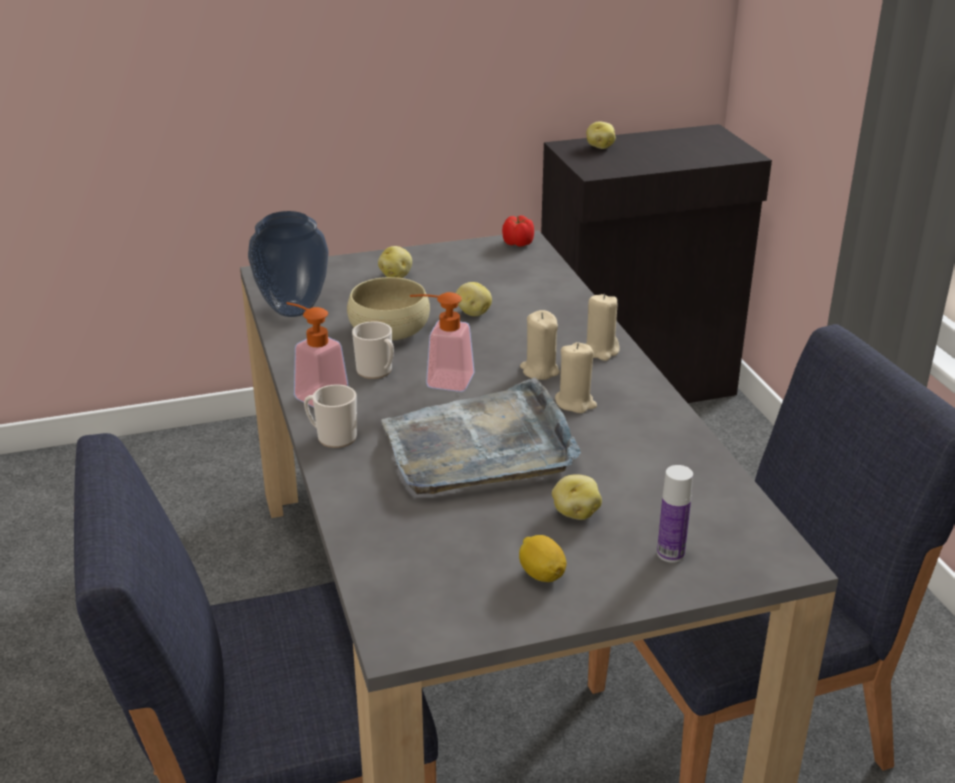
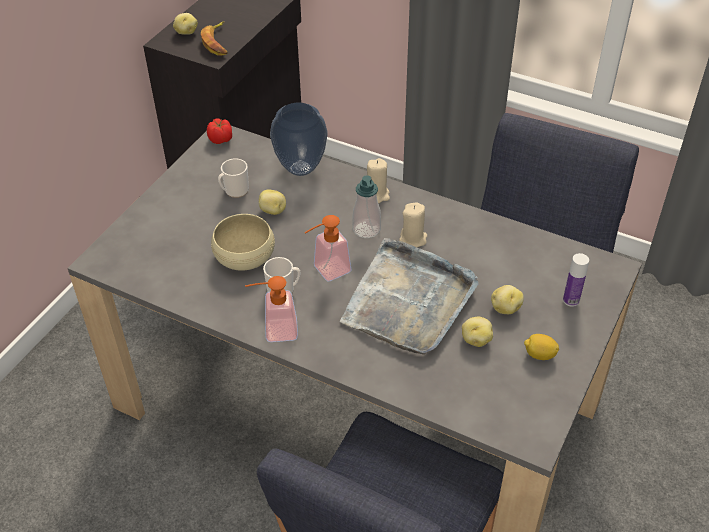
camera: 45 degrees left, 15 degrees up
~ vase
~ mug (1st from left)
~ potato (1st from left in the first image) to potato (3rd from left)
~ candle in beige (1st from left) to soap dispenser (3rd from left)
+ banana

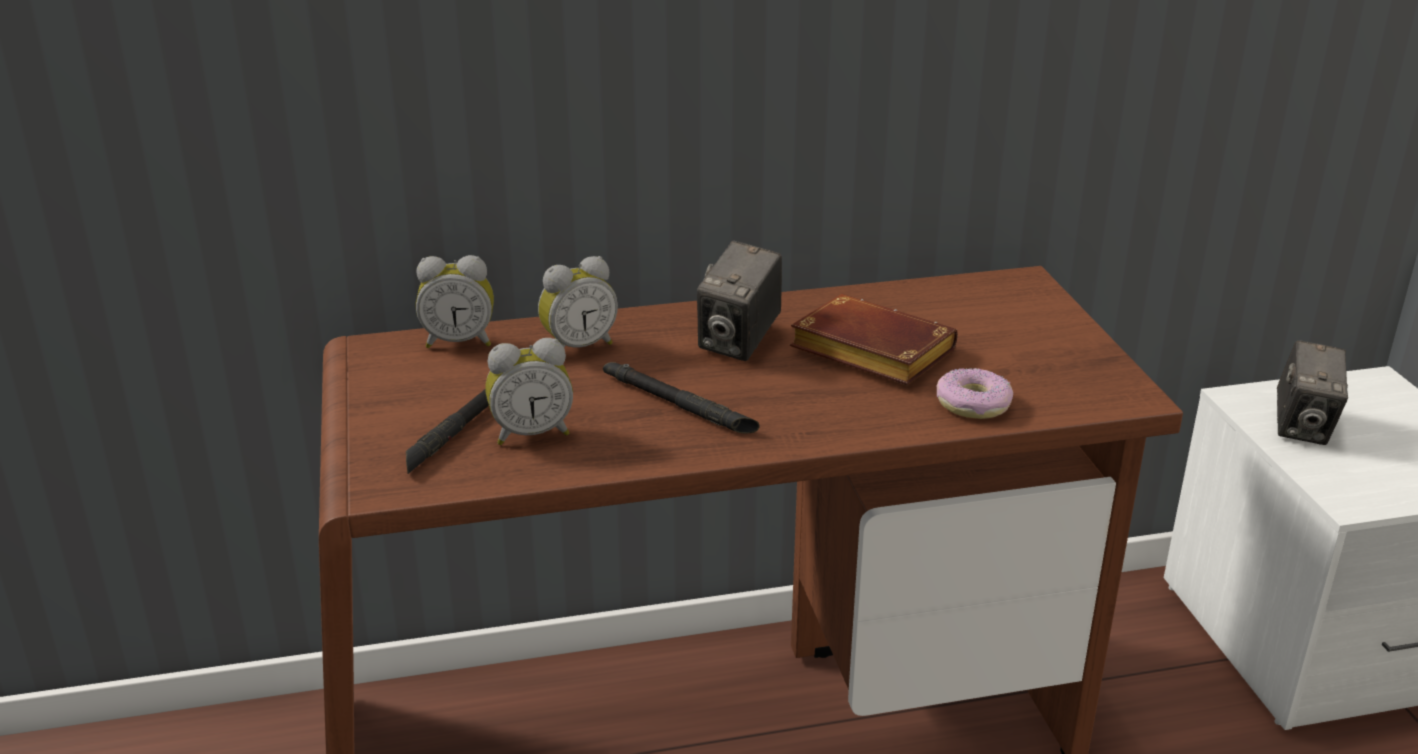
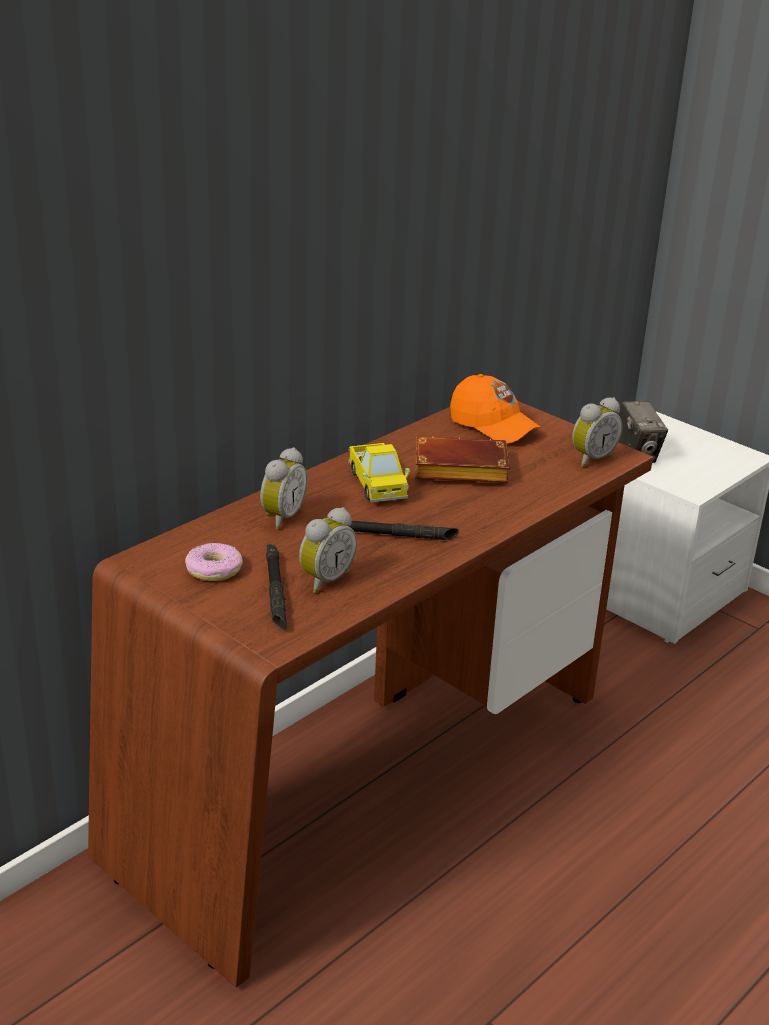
camera: 35 degrees left, 0 degrees up
~ alarm clock (1st from left in the first image) to alarm clock (3rd from left)
~ photo camera (1st from left) to toy truck
~ donut
+ cap in orange

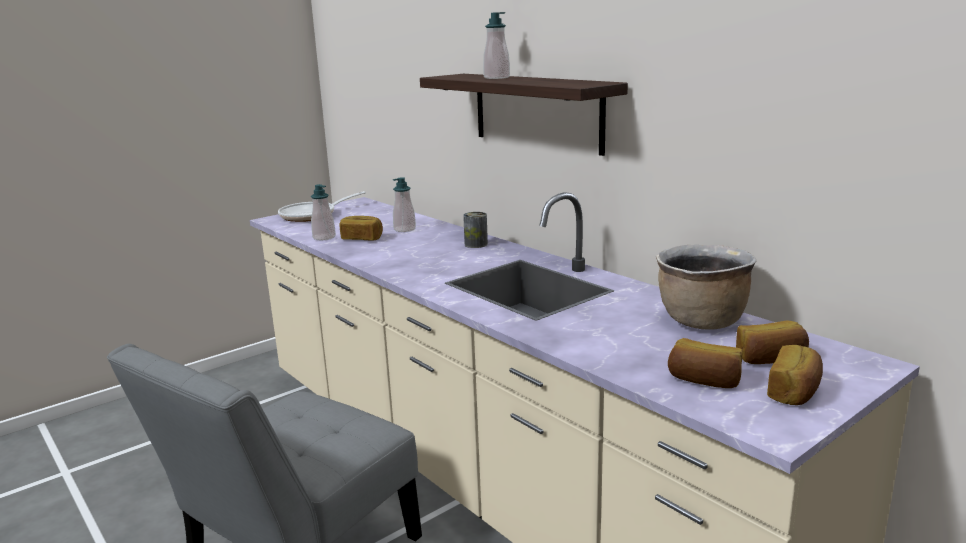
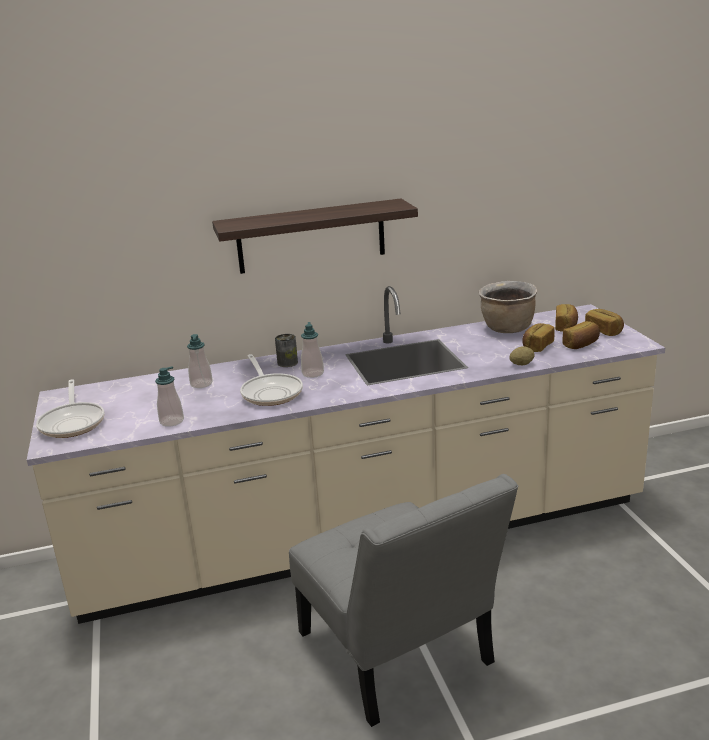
camera: 65 degrees left, 5 degrees up
~ bread (1st from left)
~ soap dispenser (3rd from left)
+ frying pan (2nd from left)
+ potato

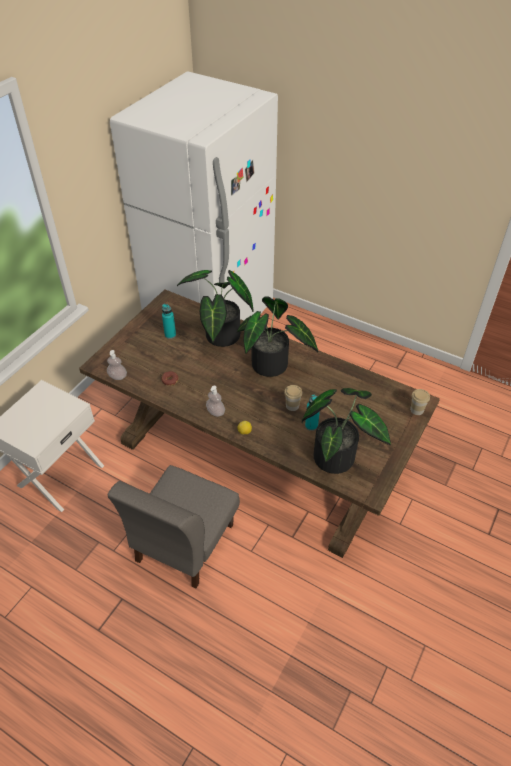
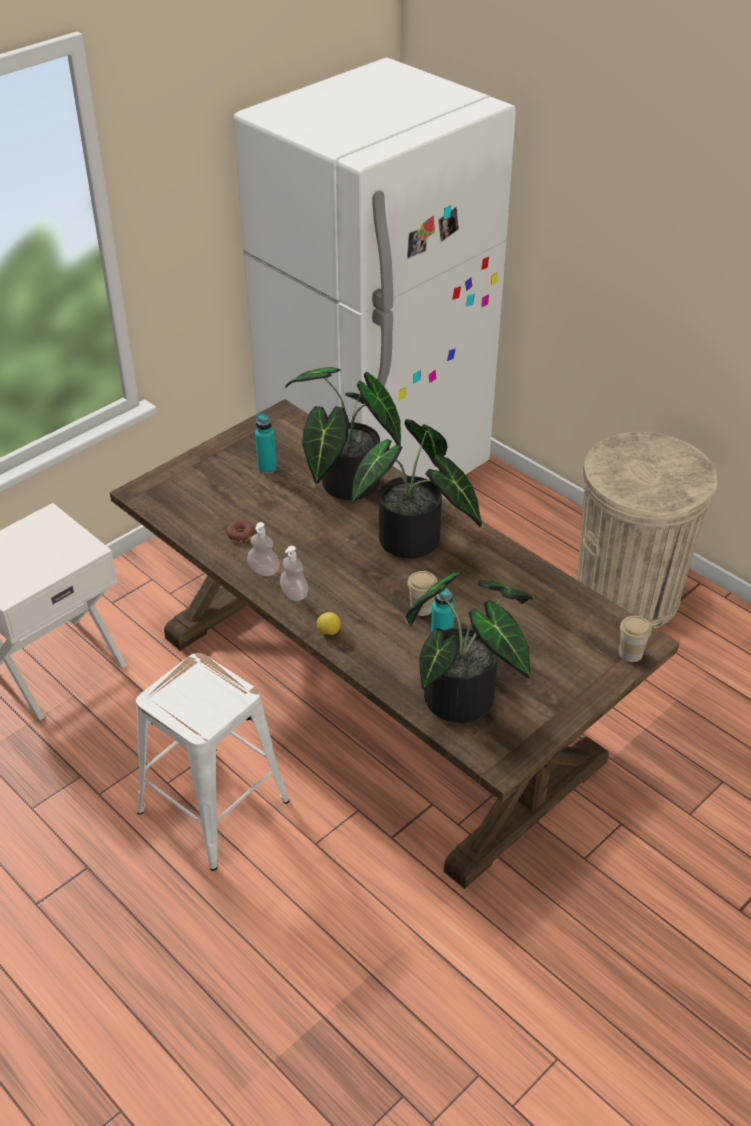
camera: 15 degrees right, 5 degrees down
~ soap dispenser (1st from left)
~ chair in grey to stool in white
+ trash can in beige

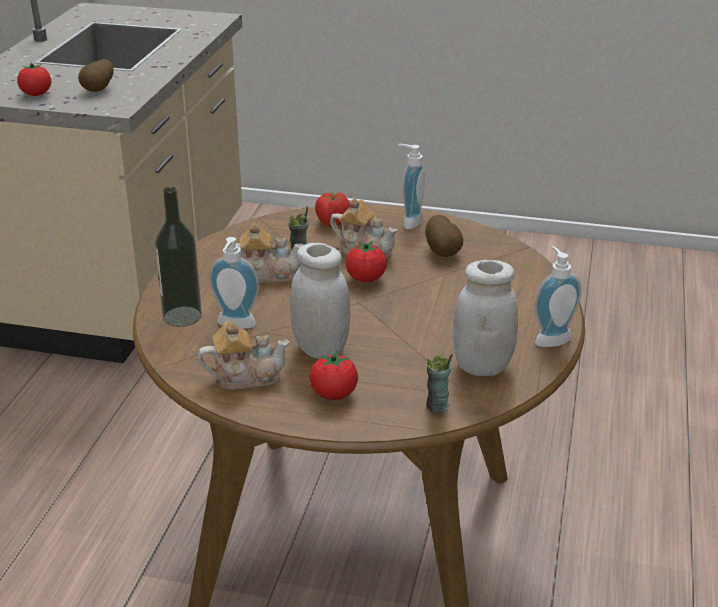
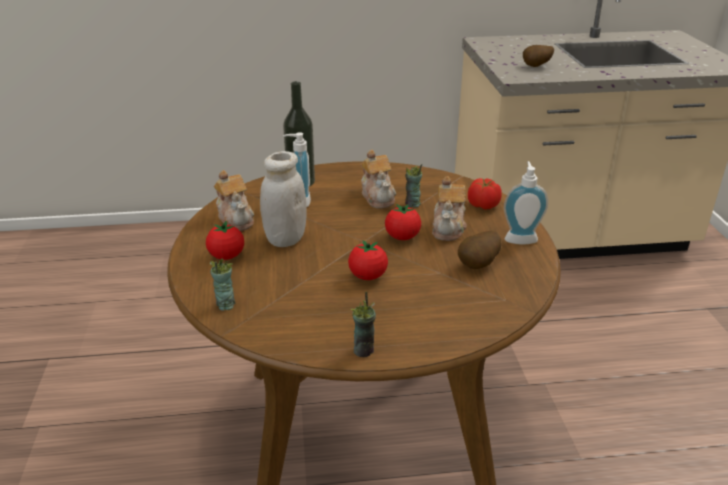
camera: 70 degrees right, 0 degrees up
~ tomato (1st from left in the first image) to tomato (2nd from left)
- jar in white (2nd from left)
~ soap dispenser (3rd from left) to cup (2nd from left)

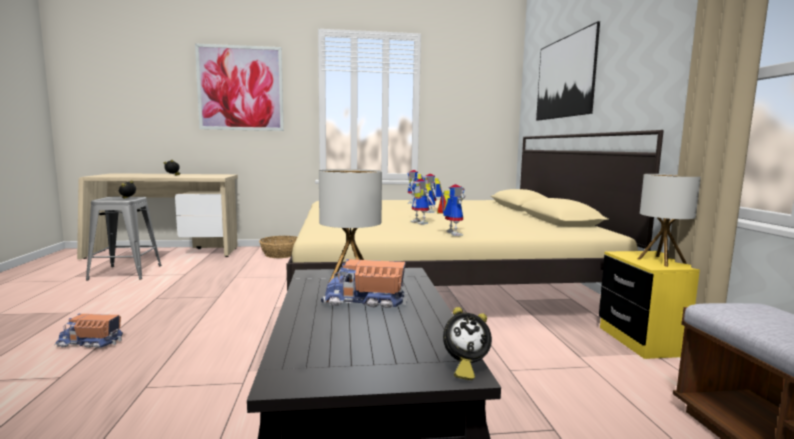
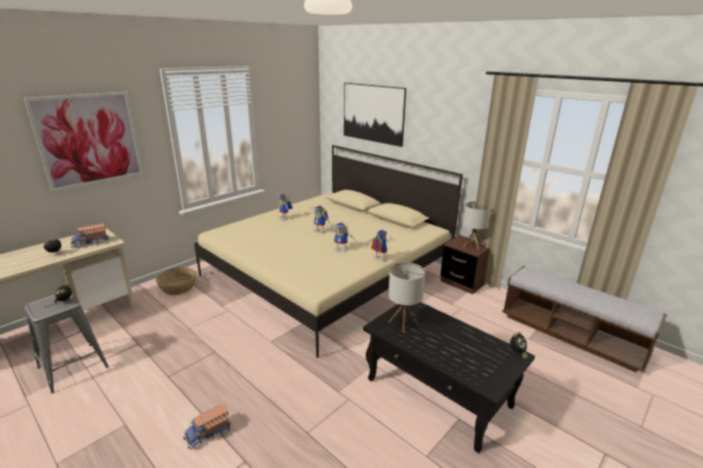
camera: 40 degrees left, 15 degrees up
~ toy truck (2nd from left in the first image) to toy truck (1st from left)
~ nightstand in yellow to nightstand in brown

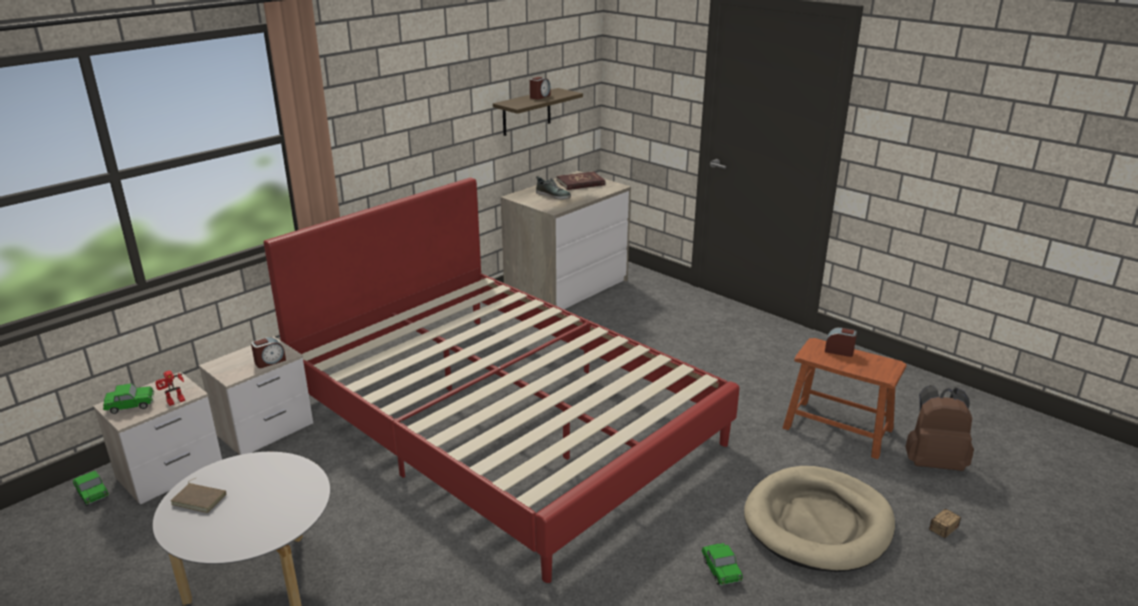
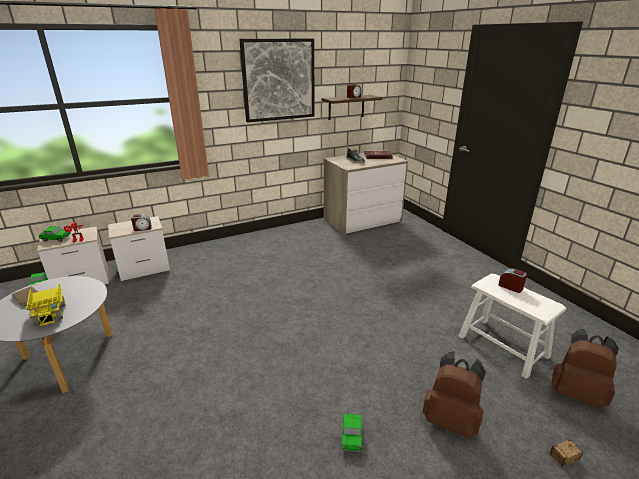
camera: 20 degrees right, 0 degrees up
- bed in red
~ dog bed in beige to backpack in brown (1st from left)
~ stool in brown to stool in white
+ toy truck
+ picture

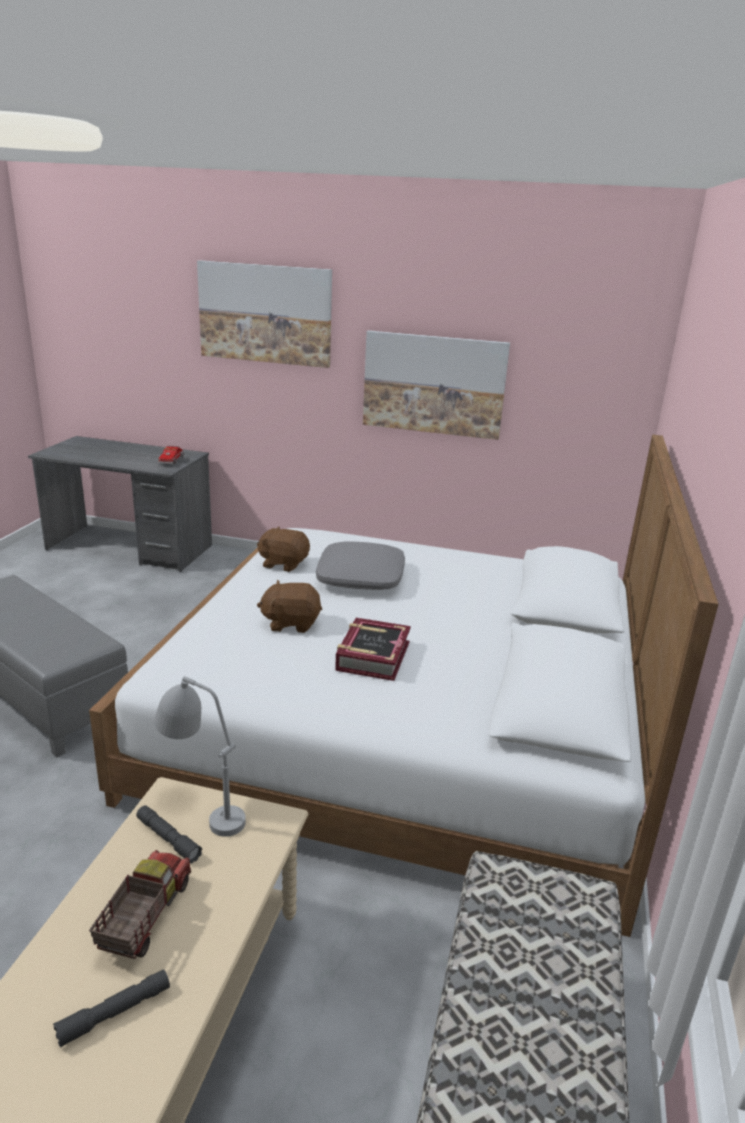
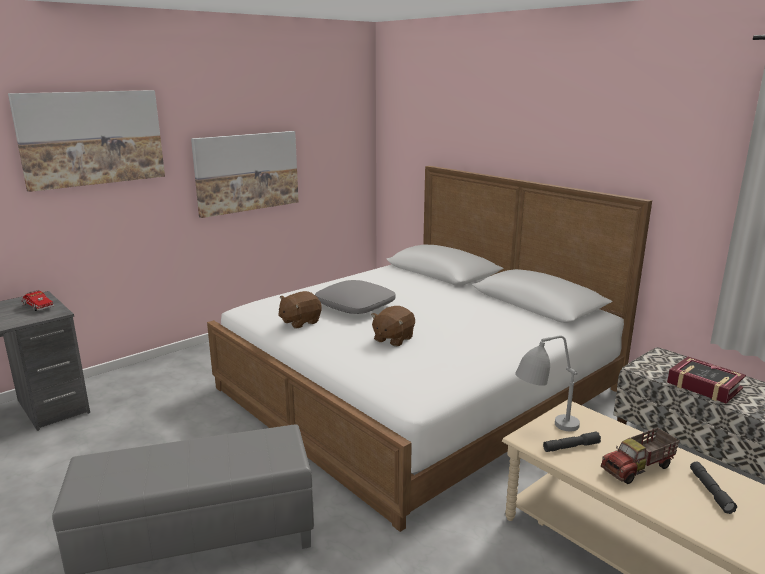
camera: 55 degrees left, 5 degrees down
~ toy truck (1st from left in the first image) 75 degrees counterclockwise
~ book

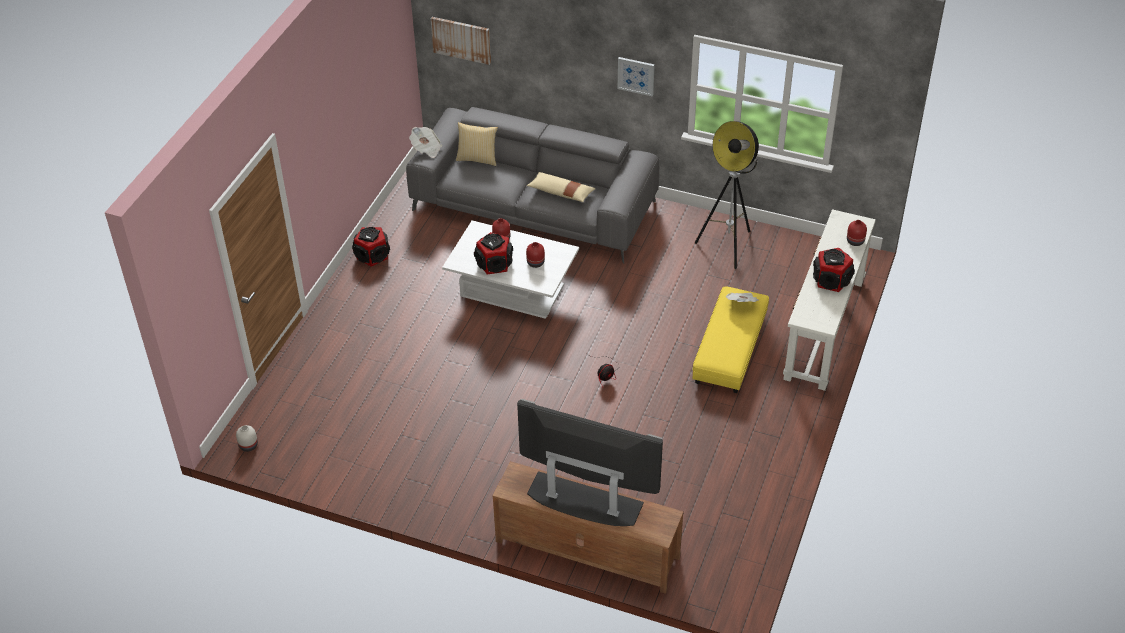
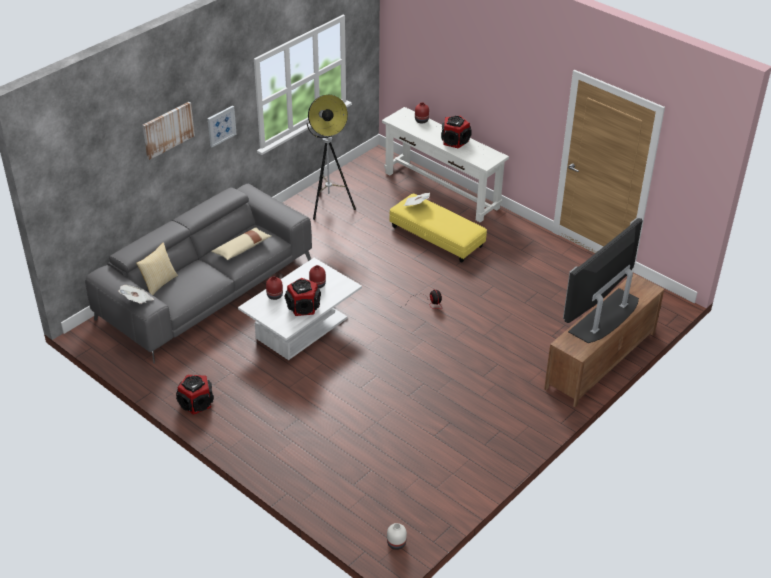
camera: 70 degrees left, 5 degrees down
~ picture (1st from left)

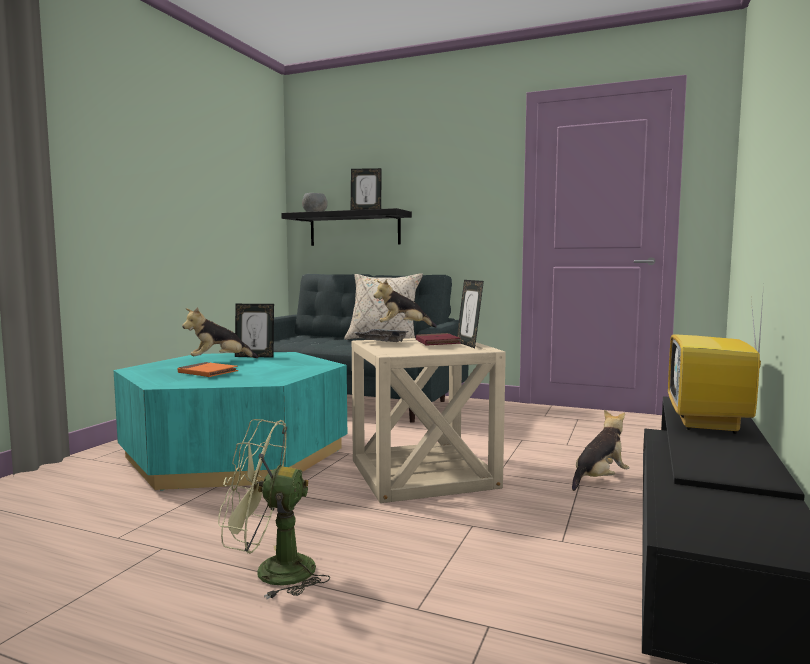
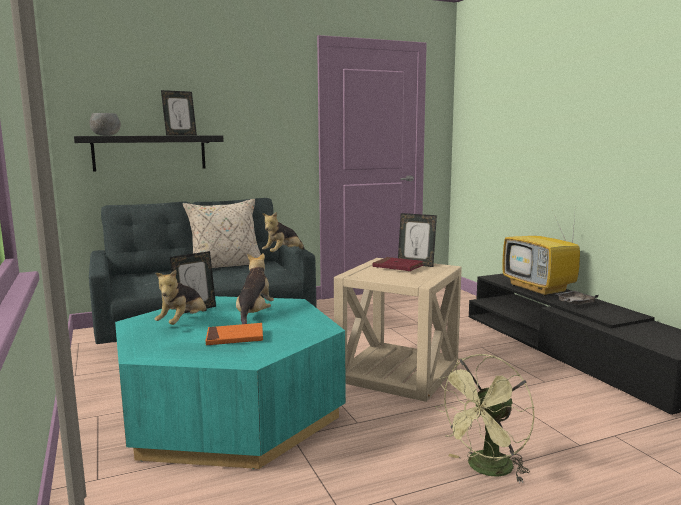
camera: 45 degrees left, 5 degrees up
~ tray in grey
~ plush toy (3rd from left in the first image) to plush toy (2nd from left)

